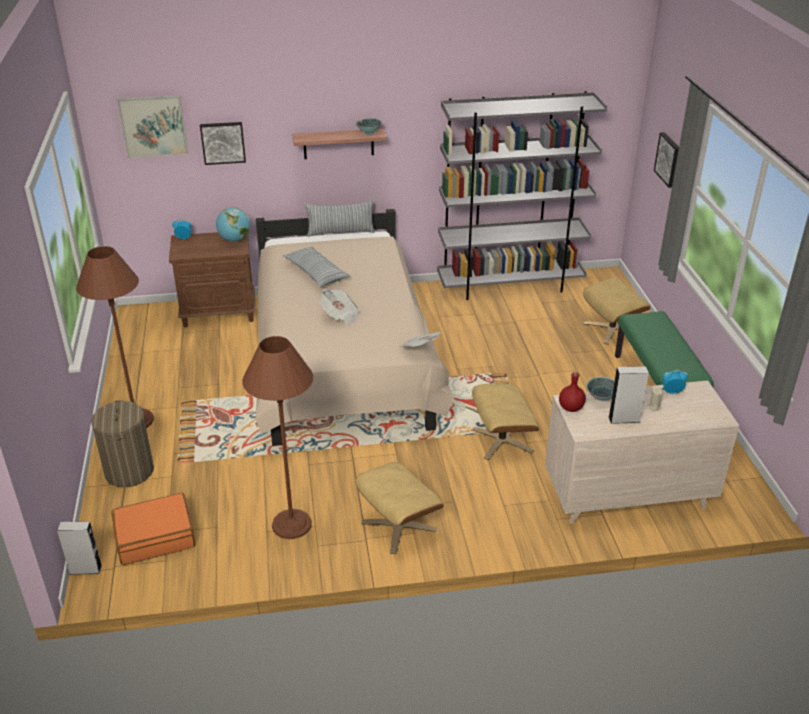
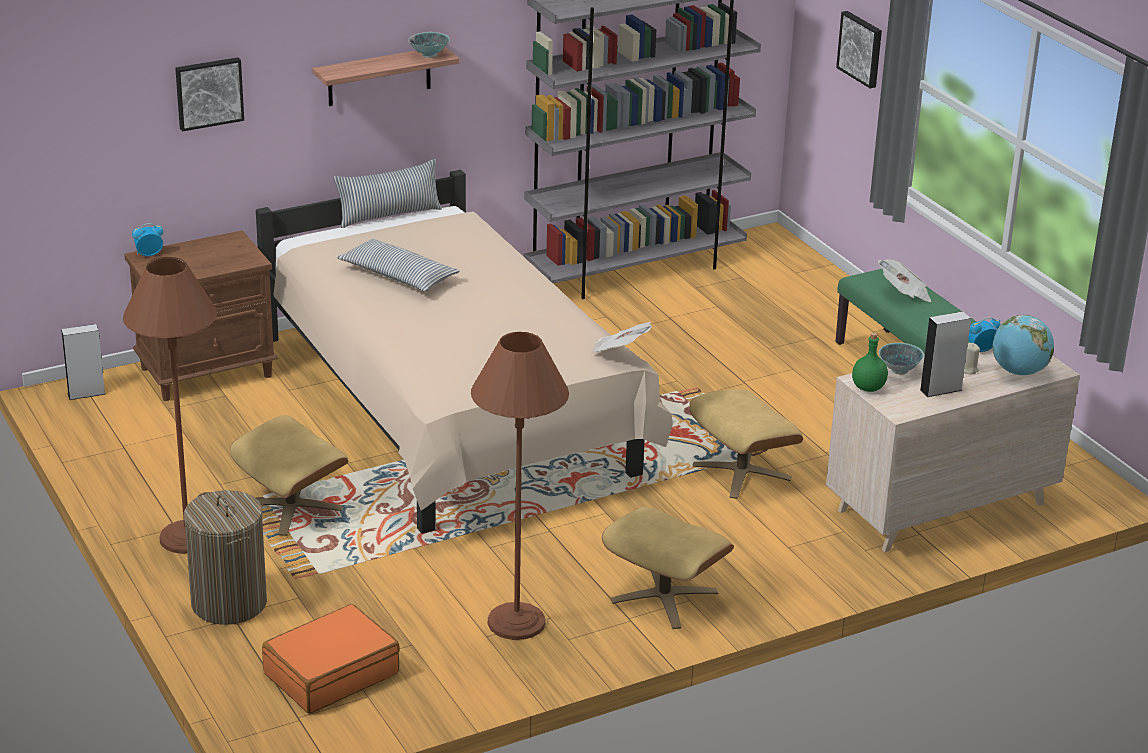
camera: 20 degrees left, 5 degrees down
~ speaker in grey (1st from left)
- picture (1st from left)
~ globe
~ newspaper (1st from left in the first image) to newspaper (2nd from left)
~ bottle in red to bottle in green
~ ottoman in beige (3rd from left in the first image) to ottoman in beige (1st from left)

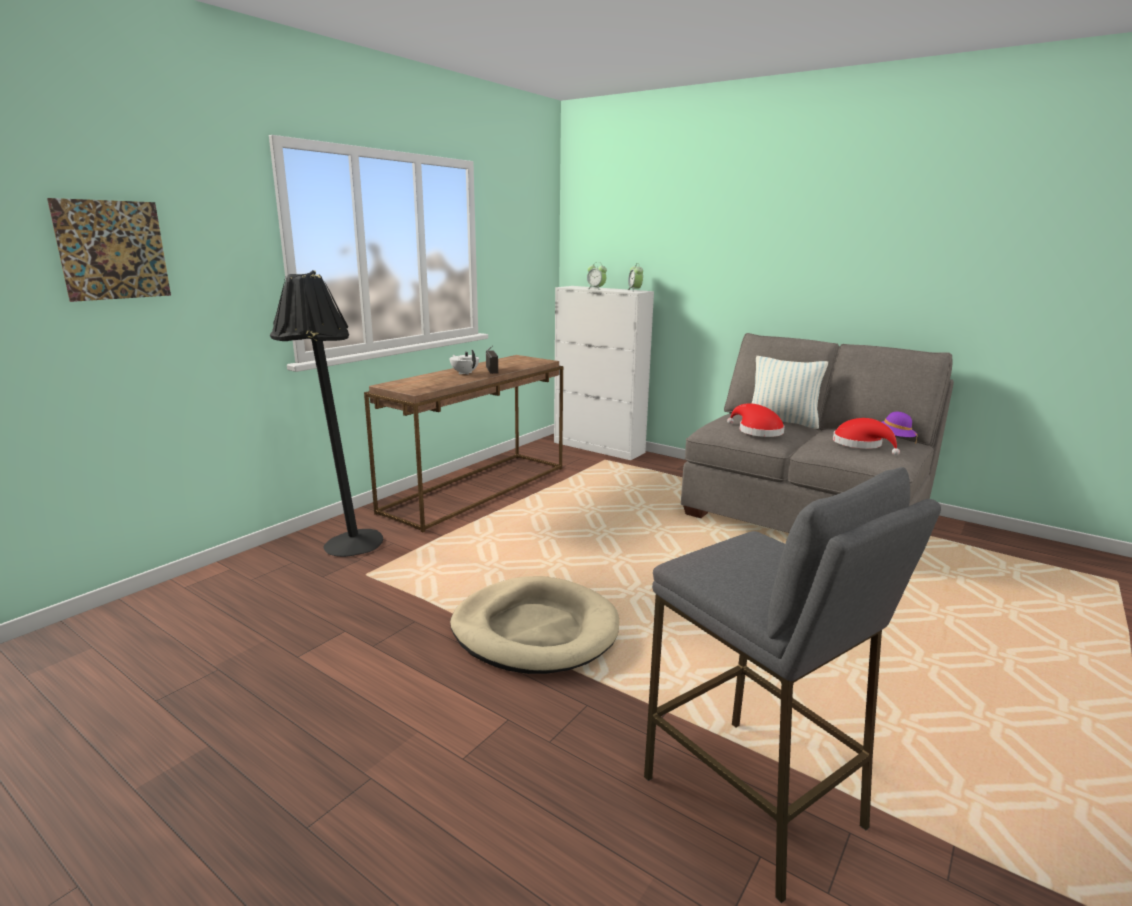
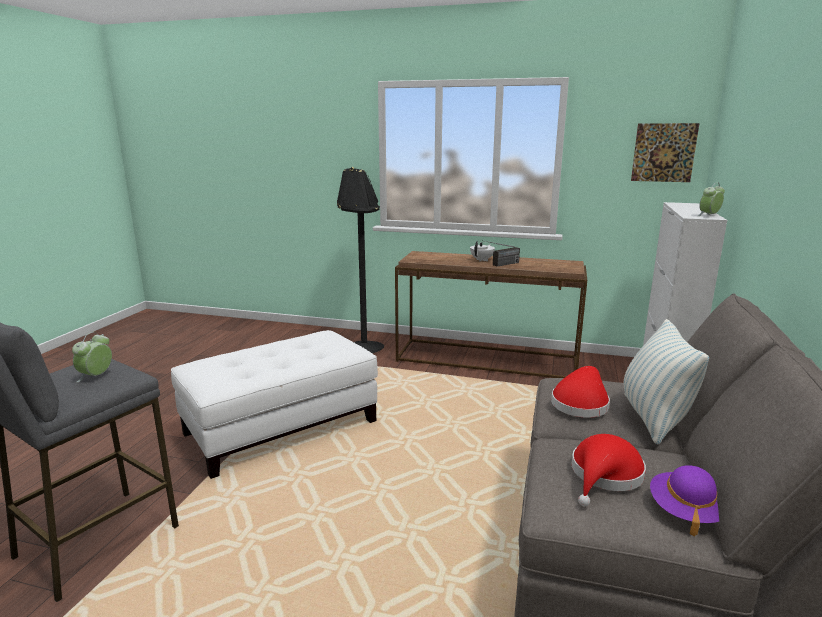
camera: 70 degrees right, 0 degrees up
~ picture
~ dog bed in beige to ottoman in white
~ alarm clock (1st from left)

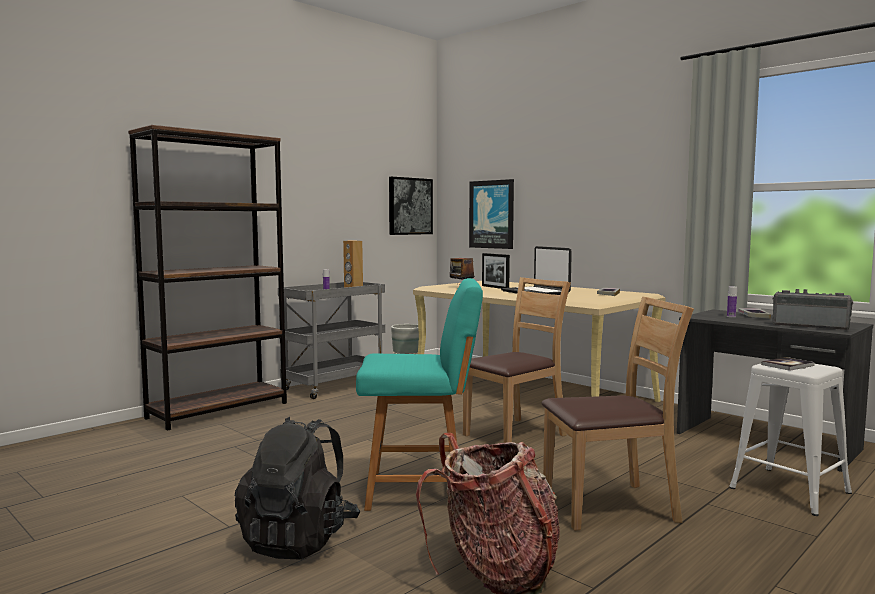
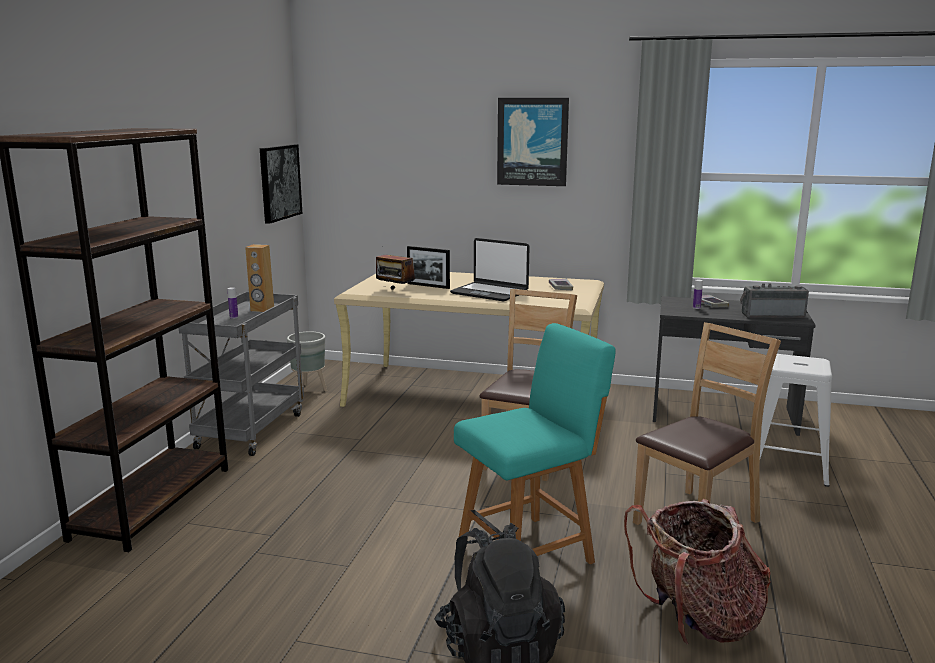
camera: 30 degrees left, 10 degrees up
~ picture (2nd from left)
- book (3rd from left)

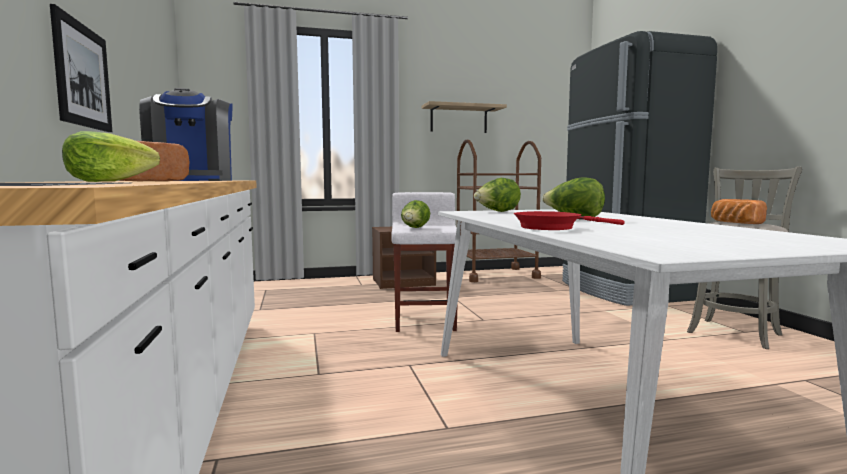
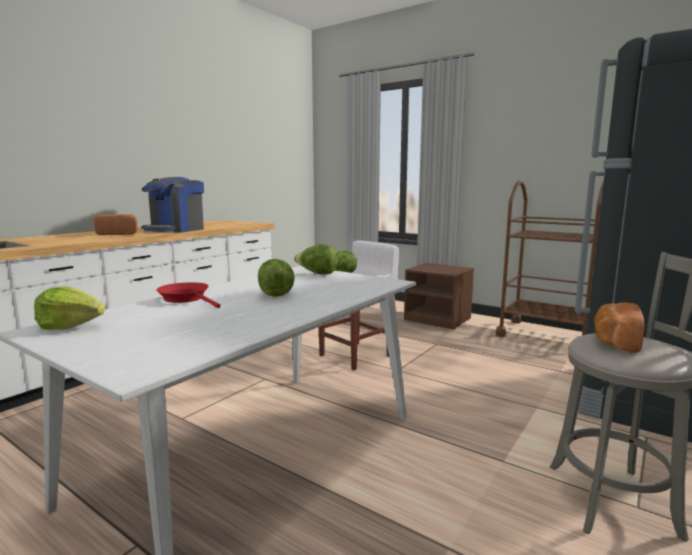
camera: 50 degrees right, 5 degrees up
- picture
~ lettuce (1st from left)
- shelf

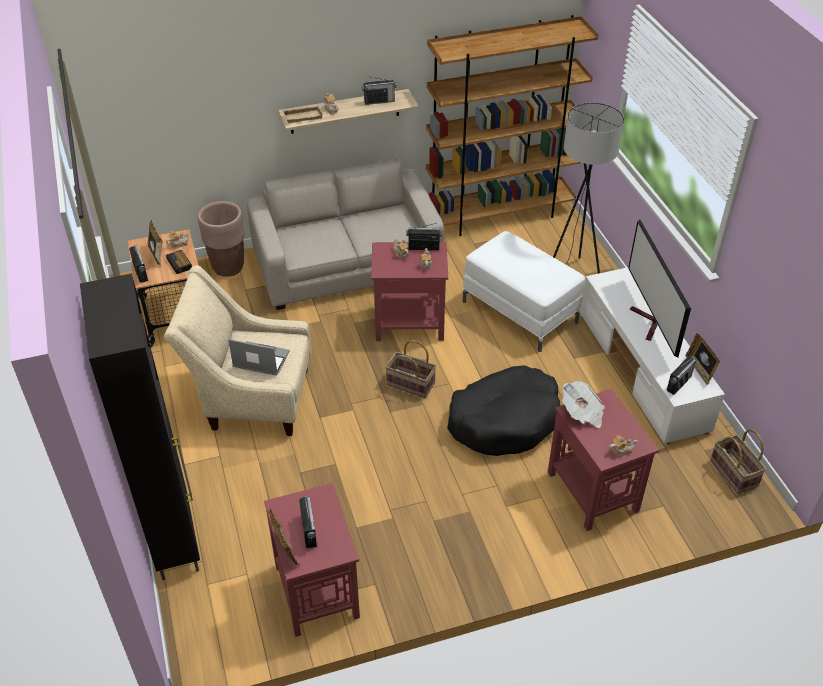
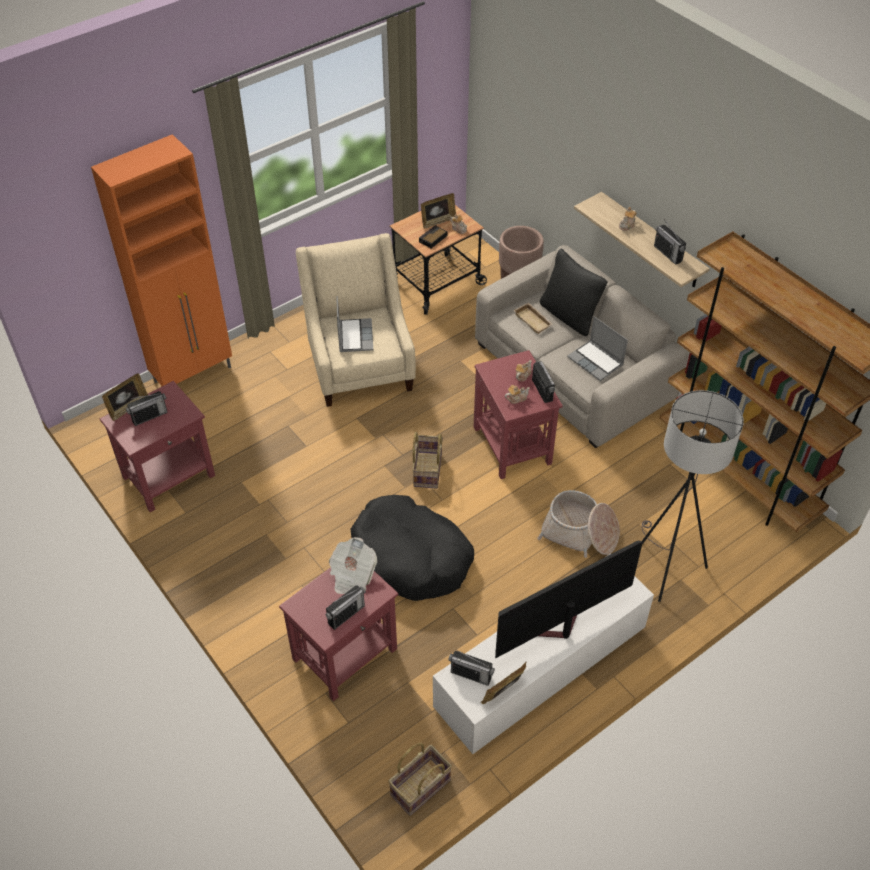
camera: 70 degrees right, 5 degrees up
~ cabinet in black to cabinet in orange
~ radio (1st from left in the first image) to radio (2nd from left)
~ tray in beige
~ ottoman in white to basket (3rd from left)
- teapot (5th from left)
+ pillow in black
+ laptop (2nd from left)

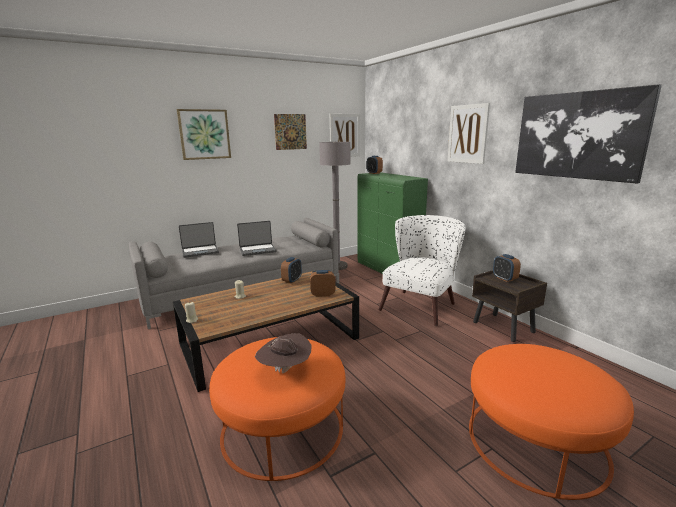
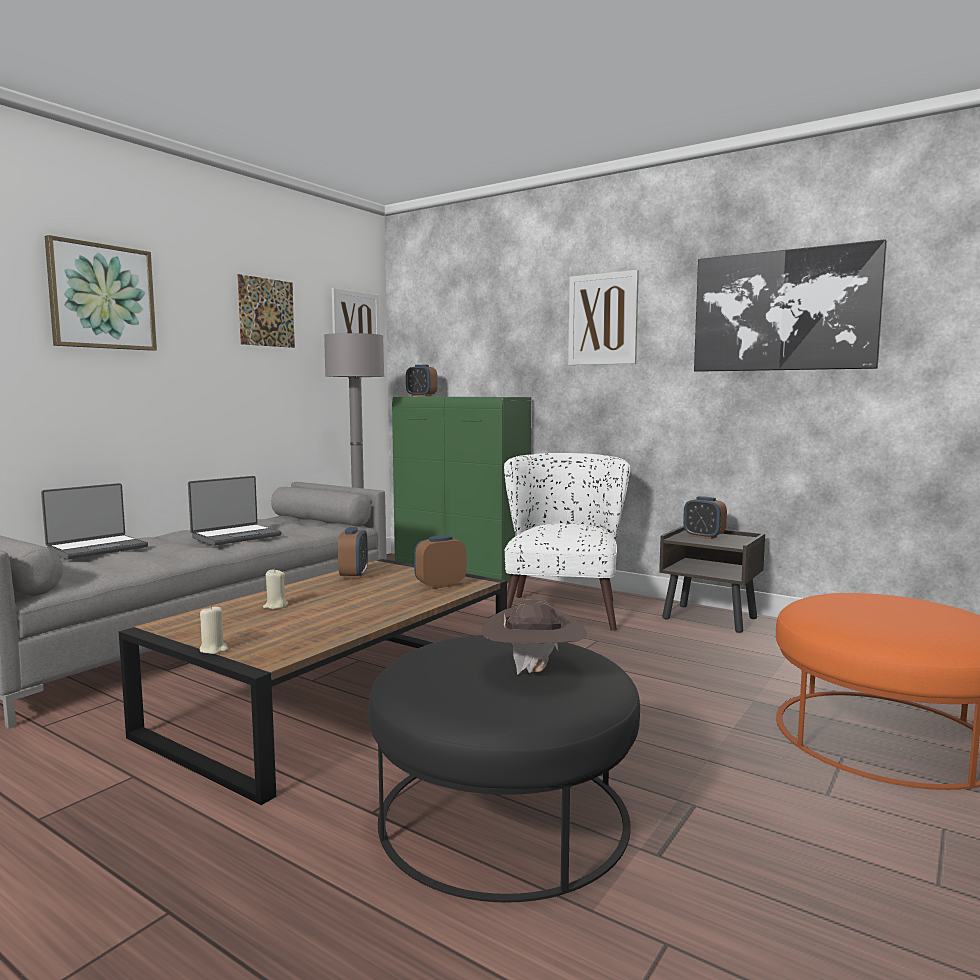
camera: 25 degrees left, 10 degrees down
~ ottoman in orange (1st from left) to ottoman in black

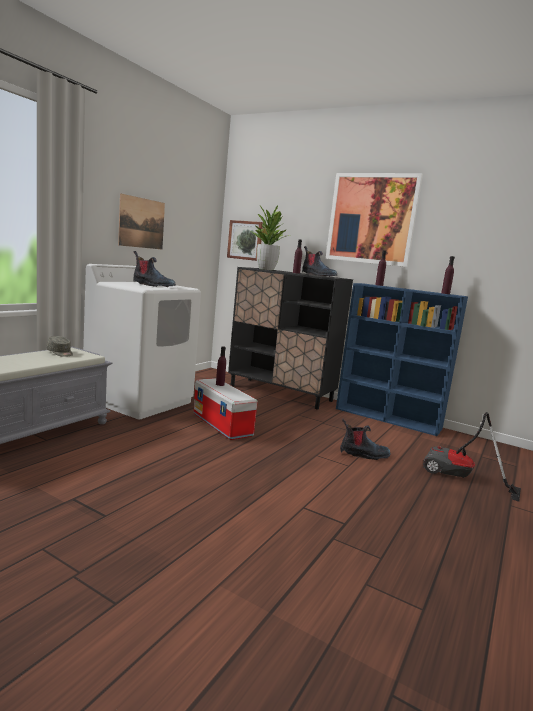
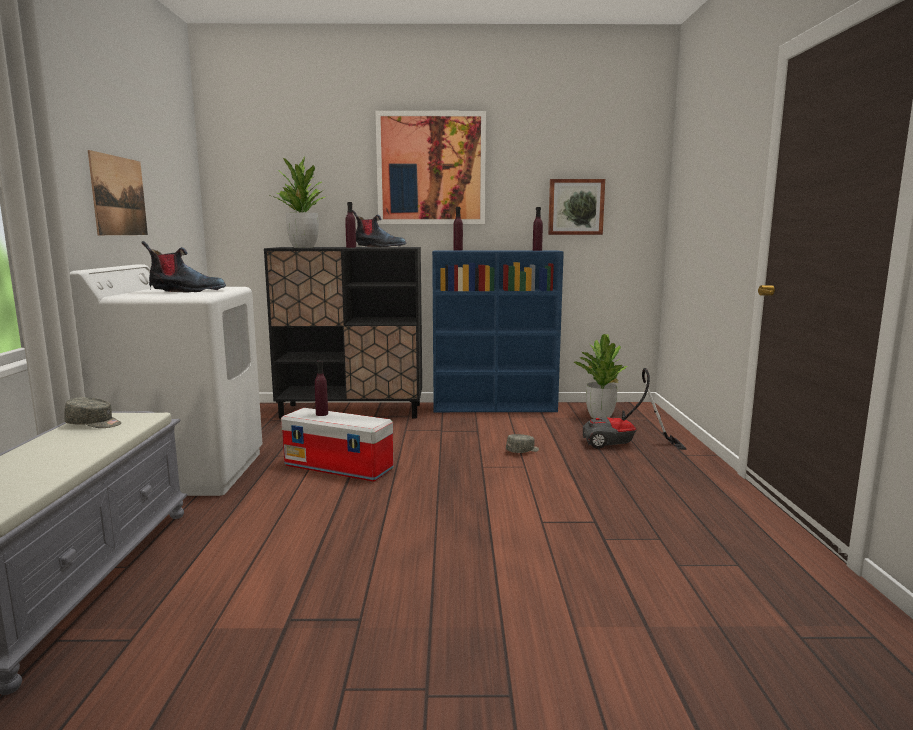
camera: 30 degrees left, 0 degrees up
~ picture (2nd from left in the first image) to picture (3rd from left)
~ boot (3rd from left) to cap in grey (2nd from left)
+ potted plant (2nd from left)

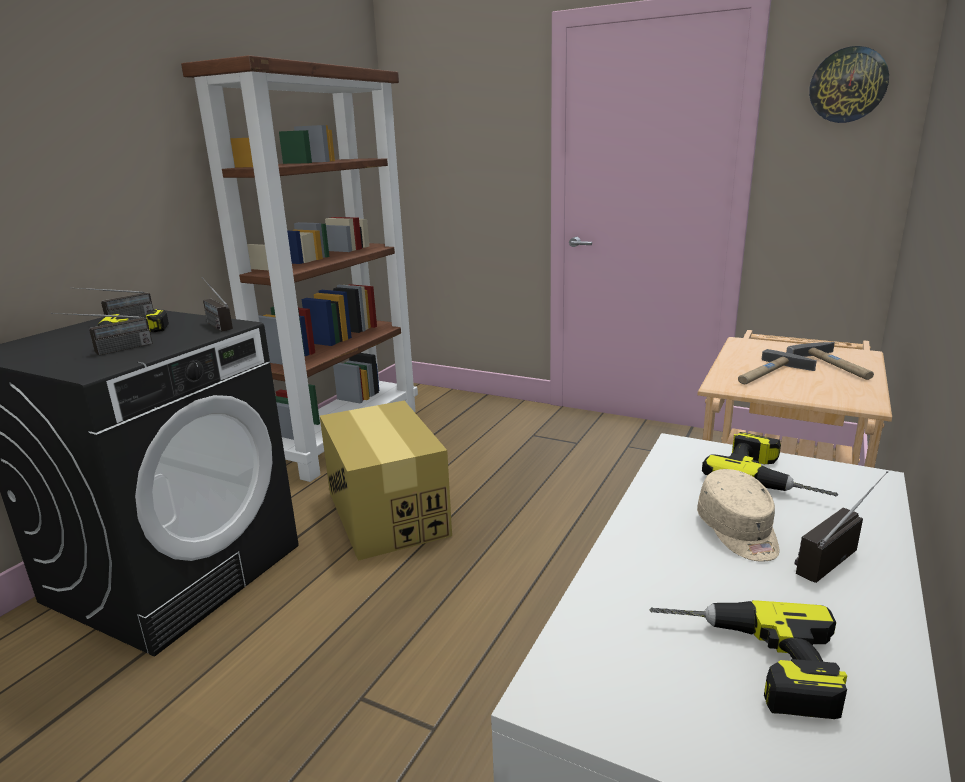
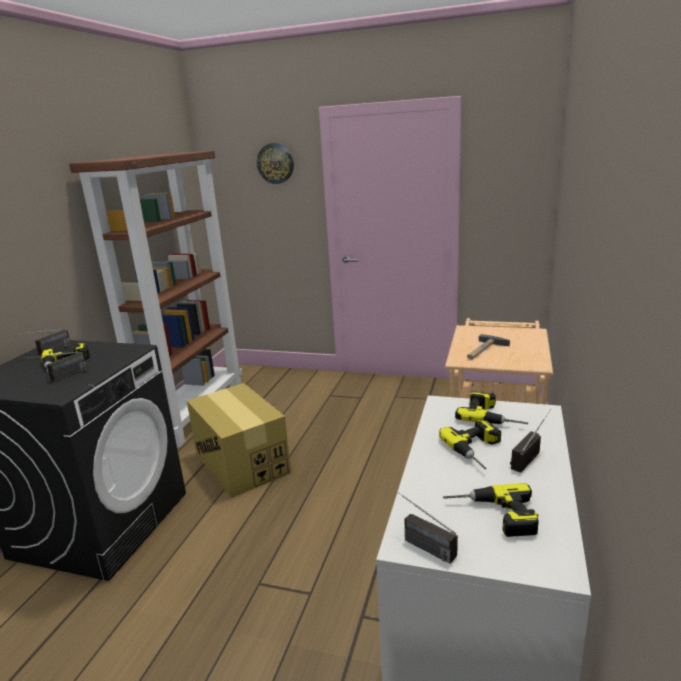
camera: 10 degrees left, 0 degrees up
~ radio (3rd from left)
~ cap in beige to power drill (2nd from left)
- hammer (2nd from left)
~ wall clock

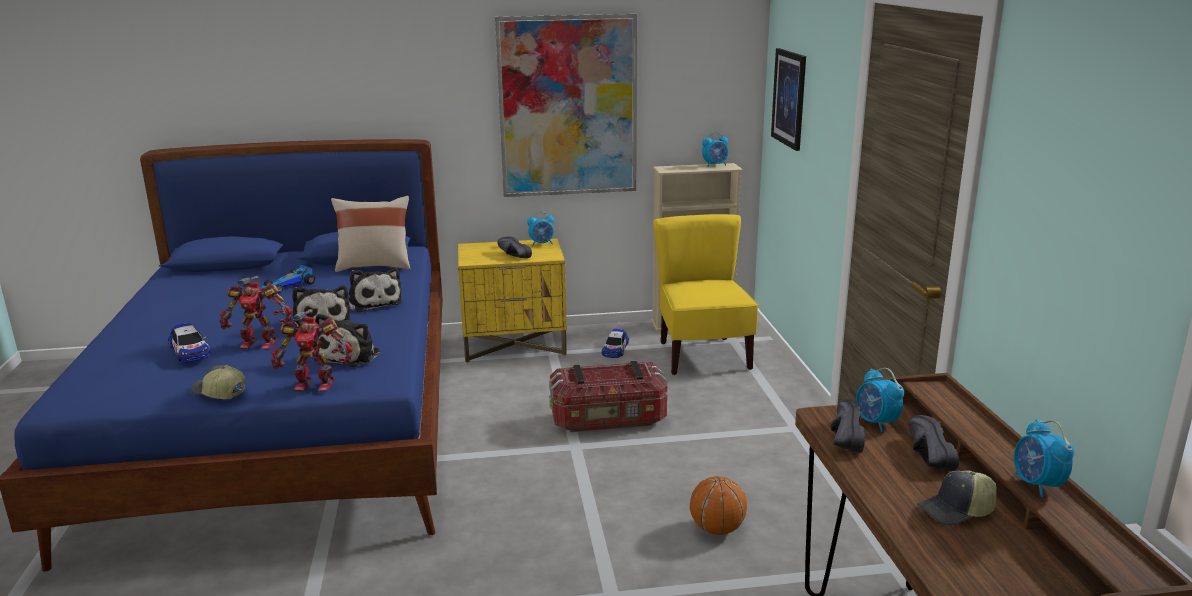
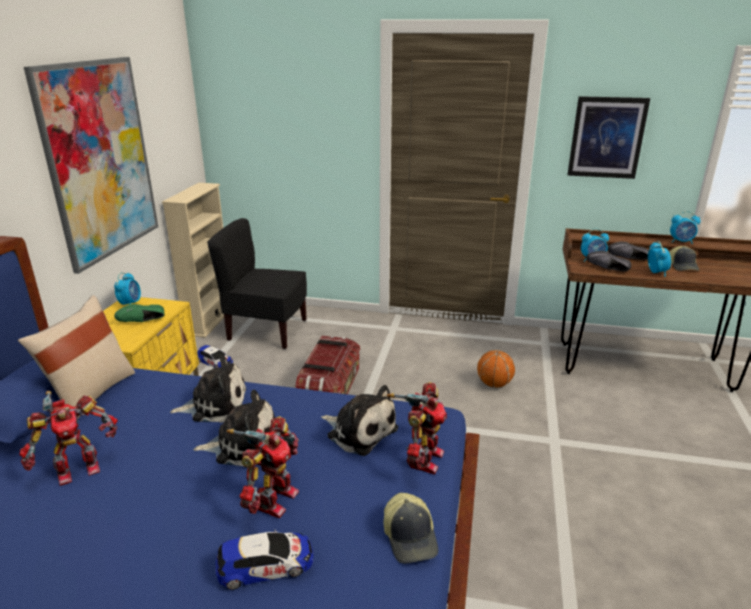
camera: 70 degrees left, 5 degrees up
~ cap (1st from left) 60 degrees counterclockwise
~ toy car (2nd from left) to toy robot (1st from left)
~ shoe in black (1st from left) to shoe in green
~ chair in yellow to chair in black
~ alarm clock (2nd from left in the first image) to alarm clock (3rd from left)
~ picture (2nd from left)

